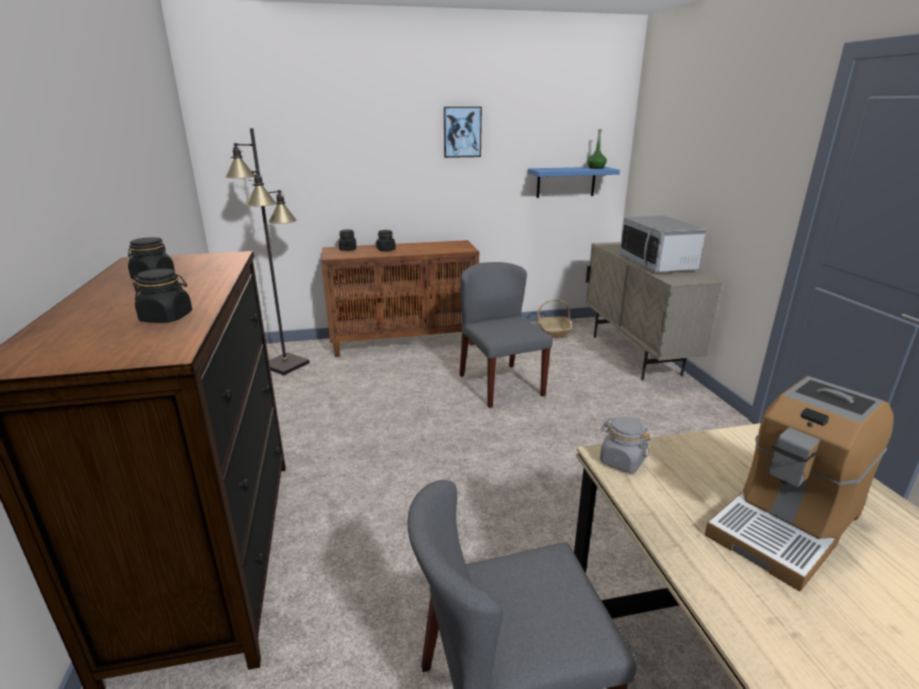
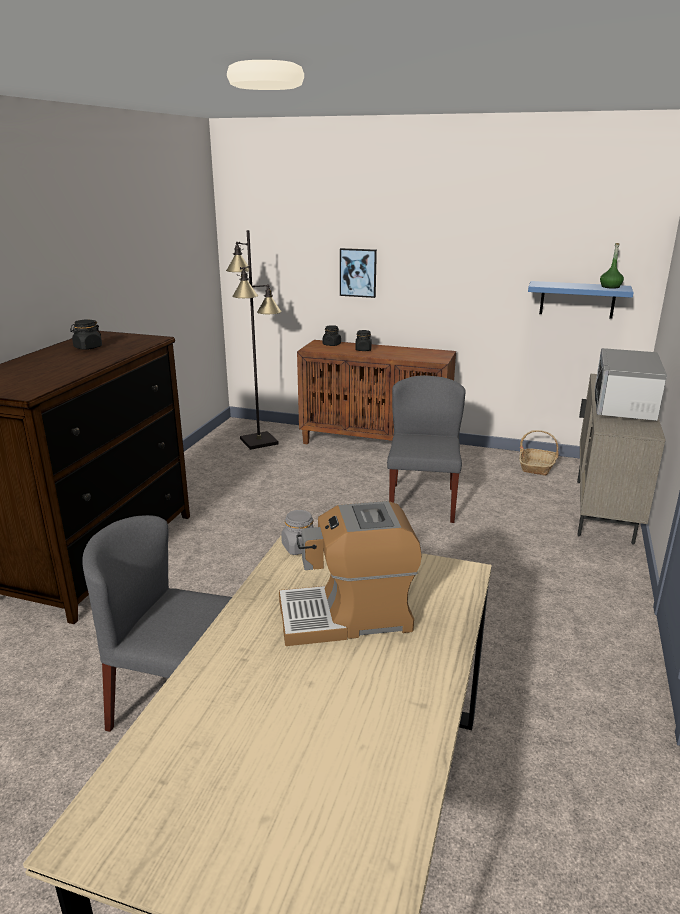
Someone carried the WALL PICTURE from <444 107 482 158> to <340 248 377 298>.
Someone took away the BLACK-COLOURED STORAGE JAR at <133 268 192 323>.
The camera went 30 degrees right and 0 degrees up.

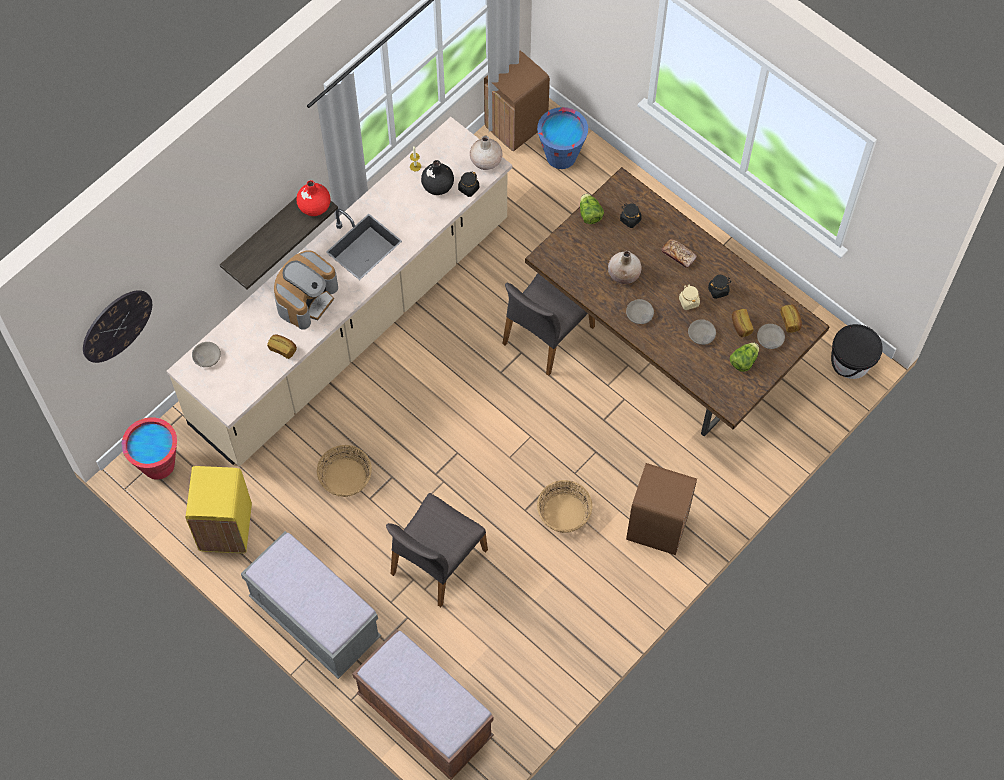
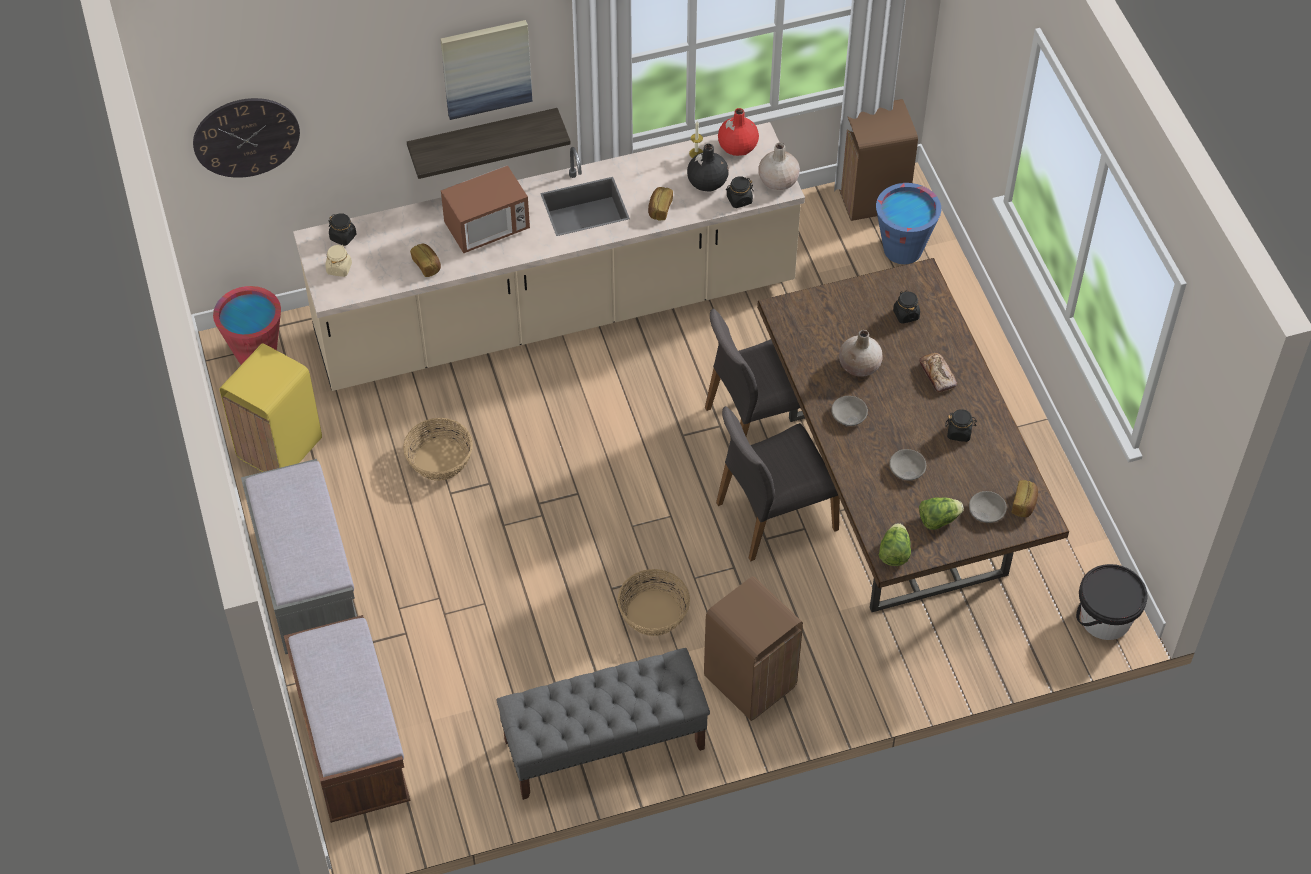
Someone carried the RED FLOWER VASE from <296 180 331 216> to <718 108 759 156>.
Someone carried the LETTUCE HEAD from <580 194 604 224> to <879 523 911 566>.
Someone swapped the COFFEE MAKER at <274 250 338 329> for the MICROWAVE OVEN at <441 165 530 253>.
Someone carried the BEIGE STORAGE JAR from <679 284 700 310> to <325 244 352 277>.
Someone carried the BAKERY BREAD from <732 309 754 337> to <648 187 673 221>.
Someone swapped the GREY SERVING BOWL at <192 342 221 367> for the BLACK-COLOURED STORAGE JAR at <329 213 356 246>.
Someone carried the GREY UPRIGHT CHAIR from <386 493 488 607> to <716 406 840 561>.
Someone put up the WALL PICTURE at <440 20 532 120>.
Someone put down the GREY BENCH at <496 648 710 800>.
The camera went 30 degrees right and 10 degrees down.

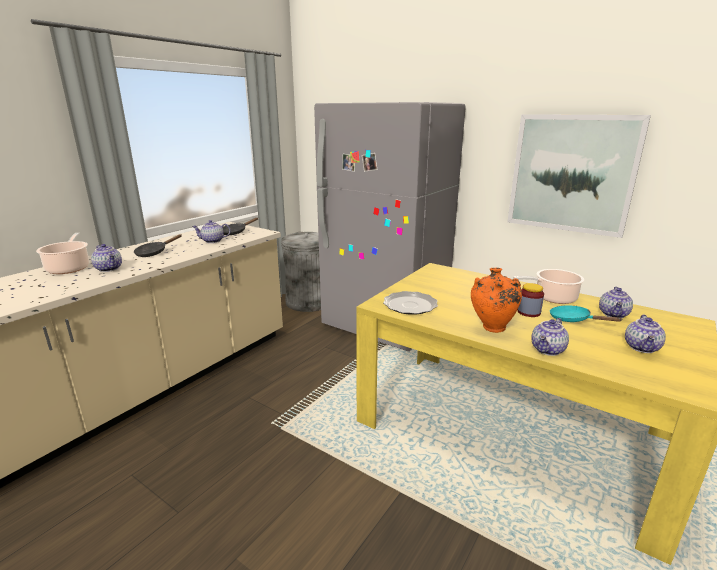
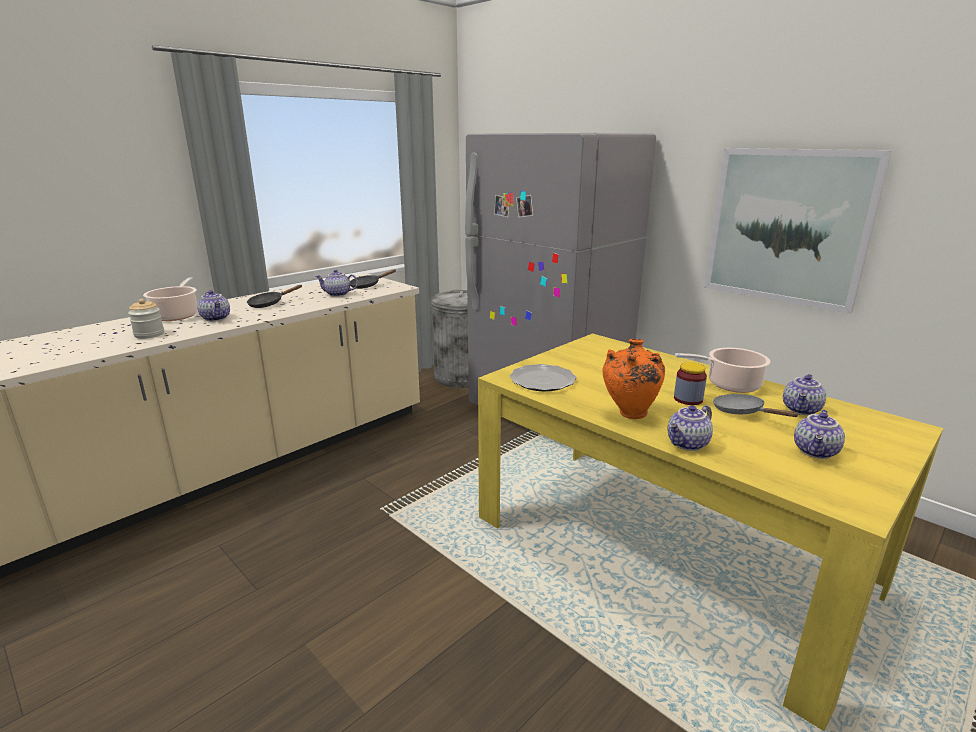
Someone repainted the TURQUOISE-COLOURED SKILLET at <550 305 623 322>, which became the GREY SKILLET at <713 394 798 417>.
Someone put down the STORAGE JAR at <128 299 164 339>.
The camera went 10 degrees right and 0 degrees up.

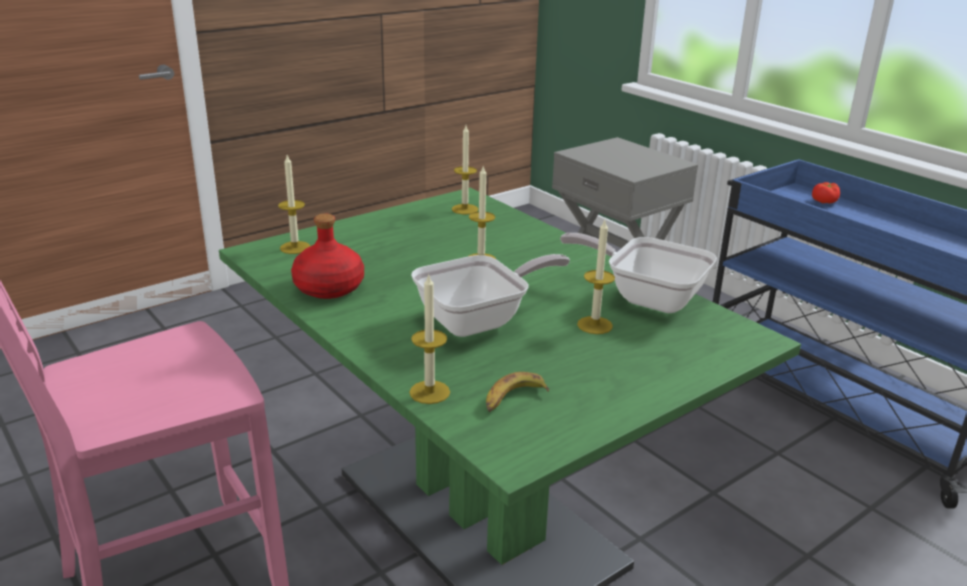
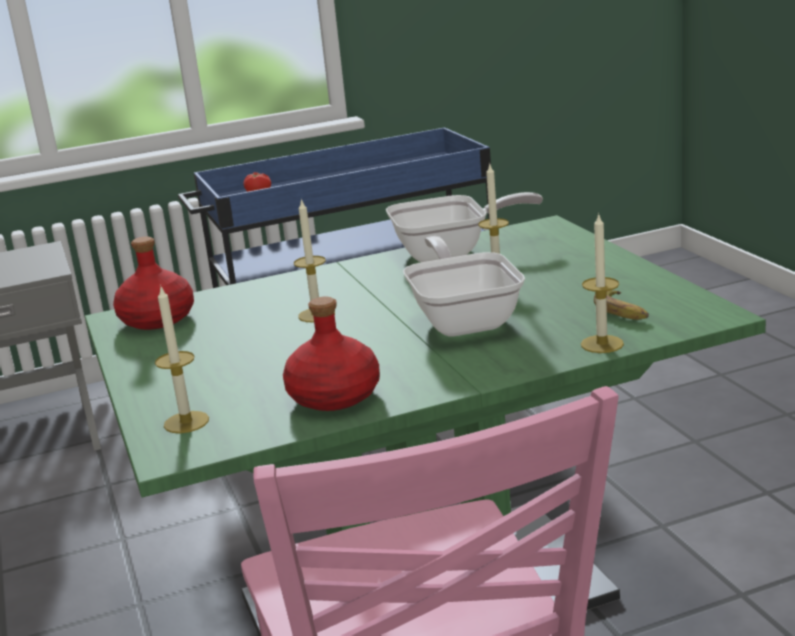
Someone swapped the CANDLE at <452 125 478 214> for the RED BEVERAGE BOTTLE at <113 237 194 330>.
Someone rotated the SKILLET at <560 233 717 313> by 150 degrees counterclockwise.
The camera went 70 degrees left and 5 degrees down.

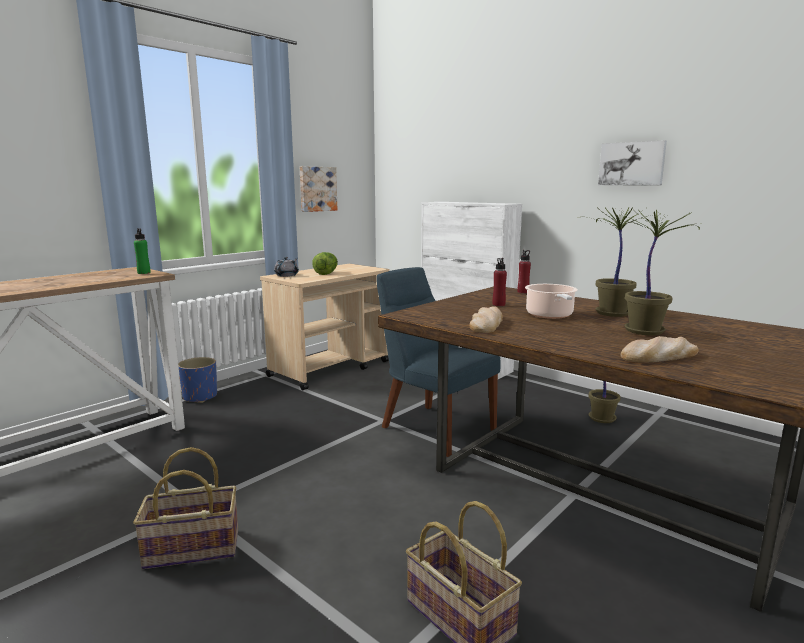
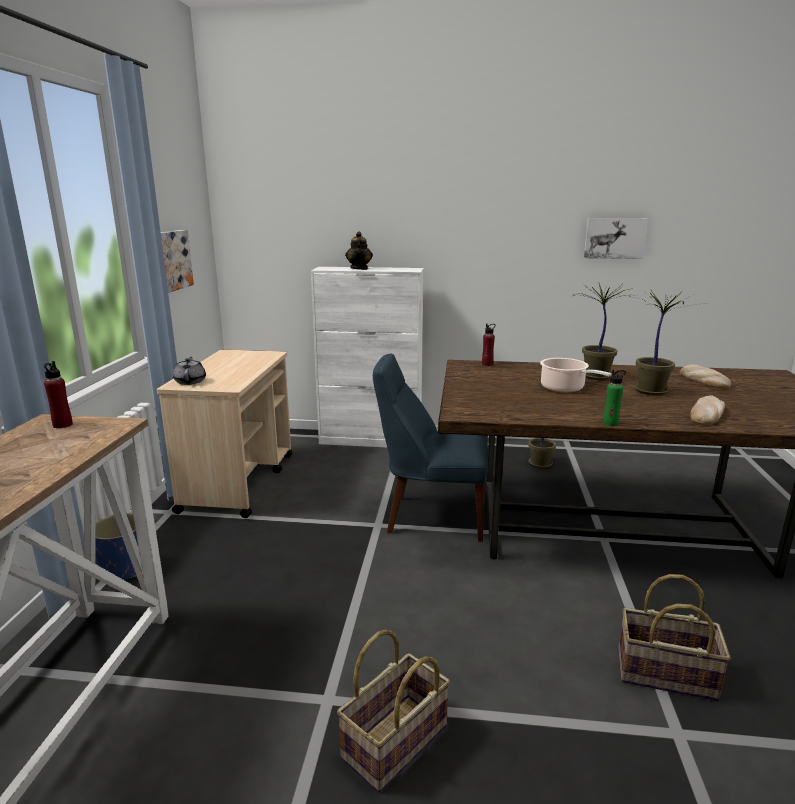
Someone carried the WALL PICTURE from <598 140 667 185> to <584 218 648 259>.
Someone carried the GREENISH BEVERAGE BOTTLE from <134 228 151 274> to <603 370 626 426>.
Someone took away the LETTUCE HEAD at <312 252 338 275>.
Someone carried the RED BEVERAGE BOTTLE from <492 258 507 306> to <44 361 73 428>.
Someone carried the BAKERY BREAD from <469 306 503 333> to <680 364 731 389>.
Someone put down the TEAPOT at <345 231 373 270>.
The camera went 35 degrees left and 5 degrees up.

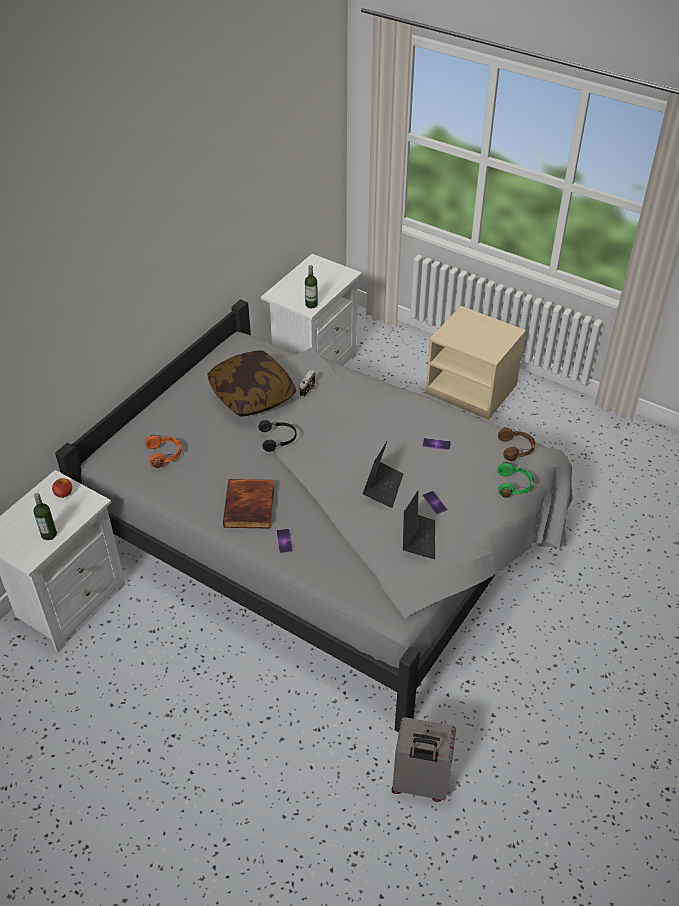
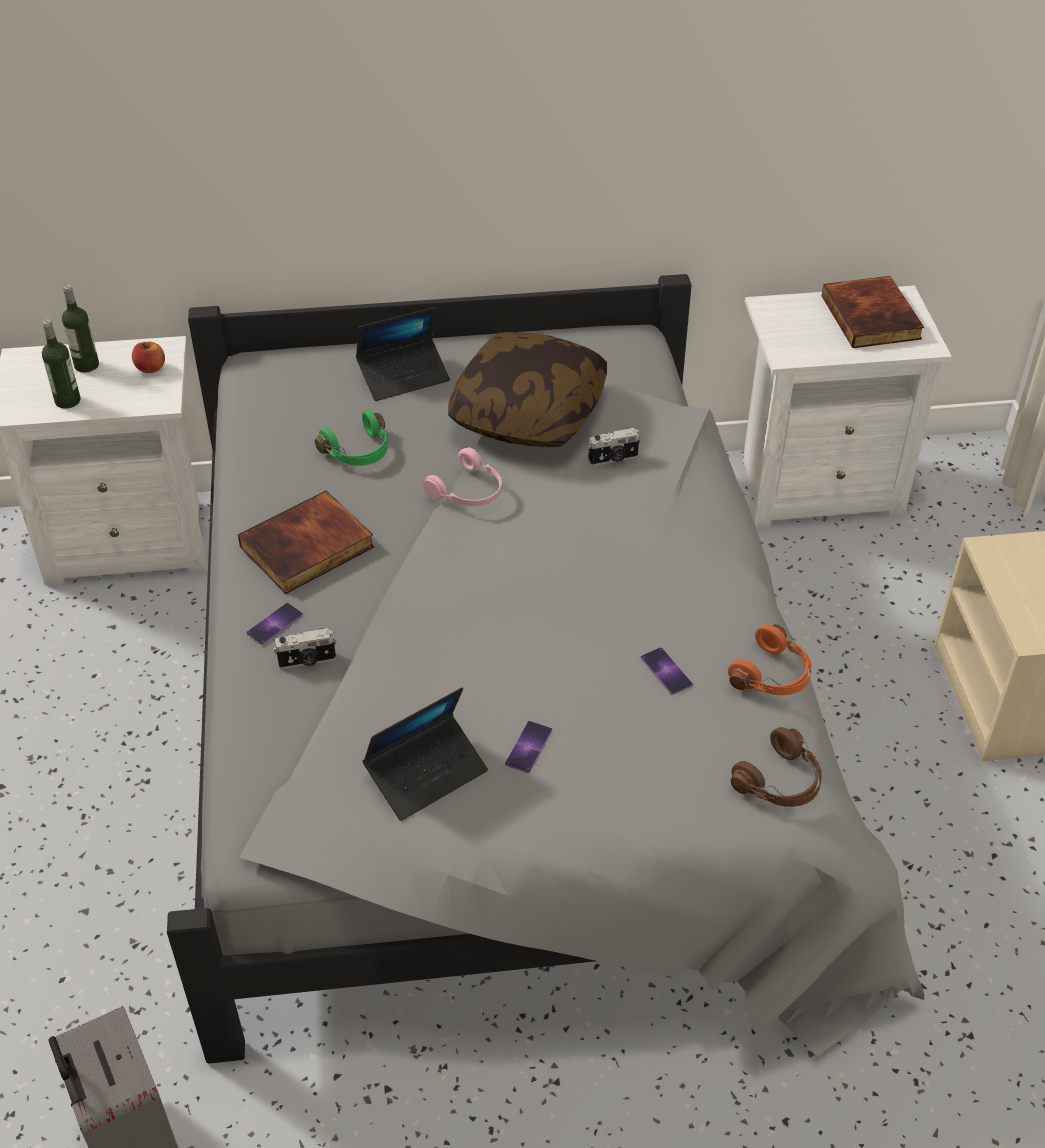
Someone carried the BEVERAGE BOTTLE from <305 265 318 308> to <62 284 99 373>.
Someone repainted the BLACK-COLOURED HEADSET at <258 420 296 452>, which became the PINK-COLOURED HEADSET at <423 447 502 506>.
Someone carried the ORANGEY HEADSET from <145 435 182 468> to <728 624 812 695>.
Someone carried the PORTABLE COMPUTER from <363 442 404 508> to <356 307 450 401>.
Someone carried the GREENISH HEADSET from <497 462 534 498> to <315 410 389 466>.
Someone put down the BOUND BOOK at <822 276 924 348>.
Someone put down the STILL CAMERA at <273 628 336 669>.
The camera went 50 degrees right and 0 degrees up.

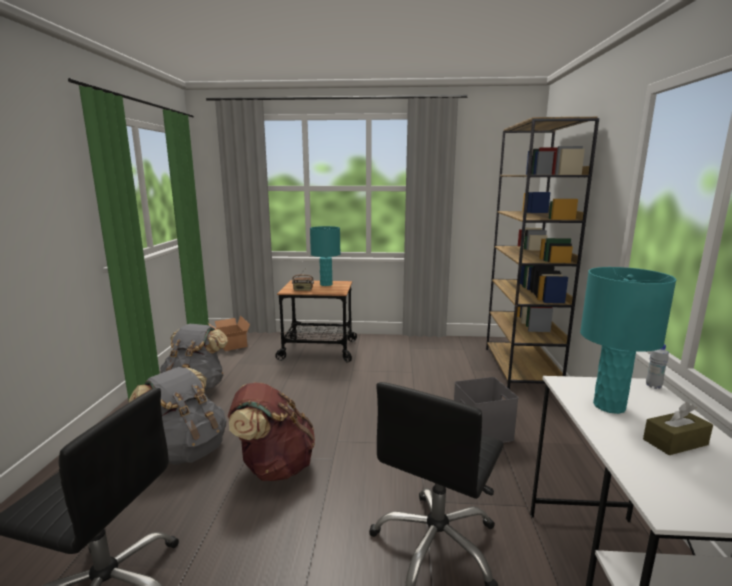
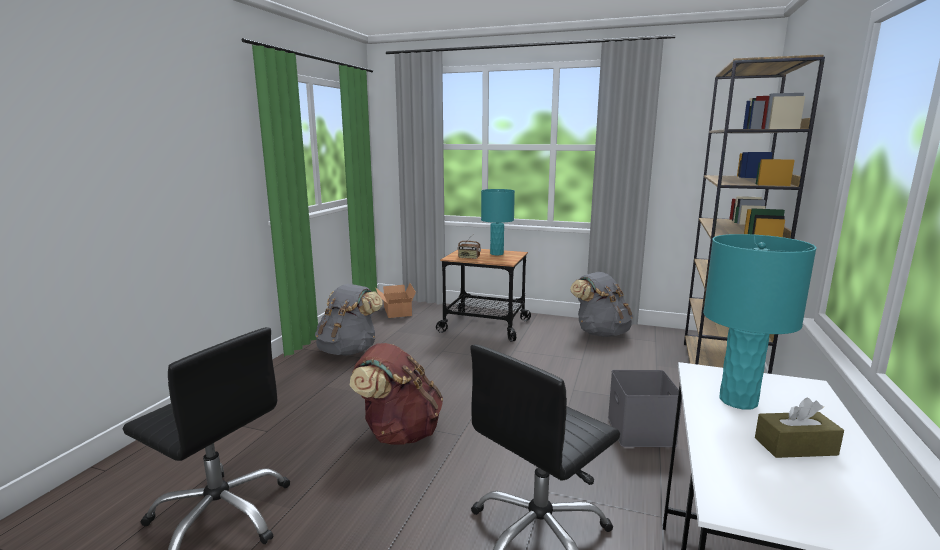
Someone took away the WHITE BEVERAGE BOTTLE at <646 344 669 389>.
Someone carried the GREY KNAPSACK from <129 367 226 465> to <570 272 633 337>.
The camera went 15 degrees right and 0 degrees up.

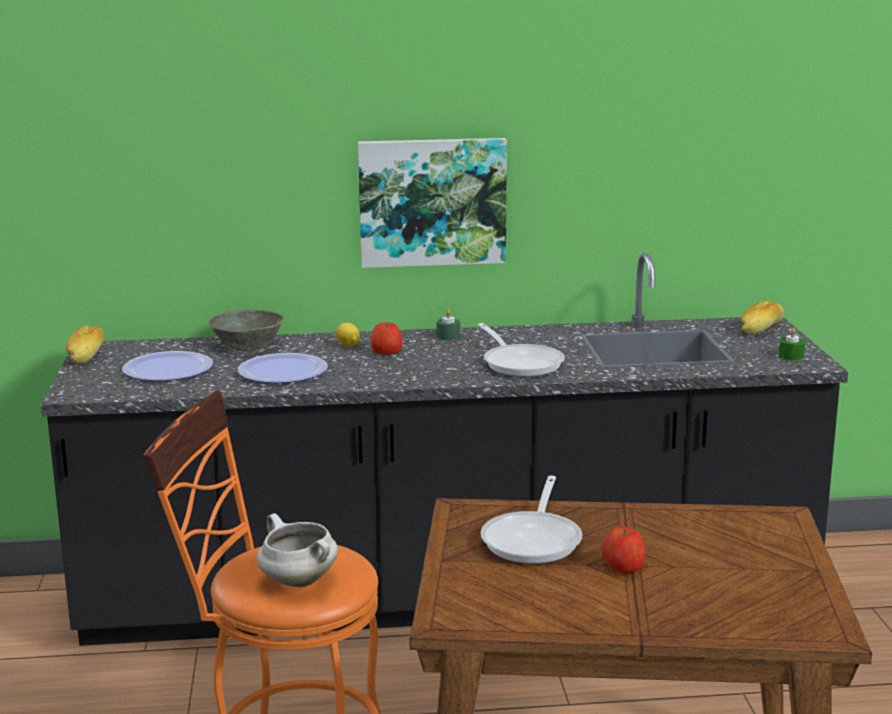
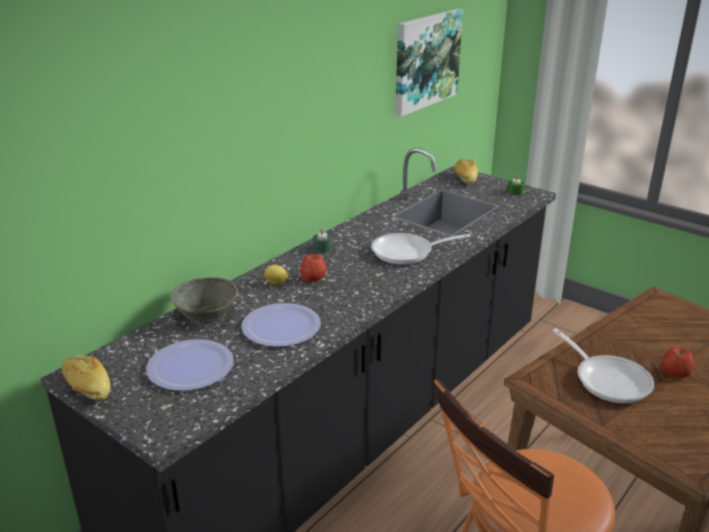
Someone carried the WALL PICTURE from <358 138 507 268> to <395 9 463 117>.
Someone rotated the SKILLET at <478 323 565 377> by 150 degrees clockwise.
Someone took away the WHITE STOCKPOT at <257 513 338 587>.
The camera went 45 degrees left and 10 degrees up.

